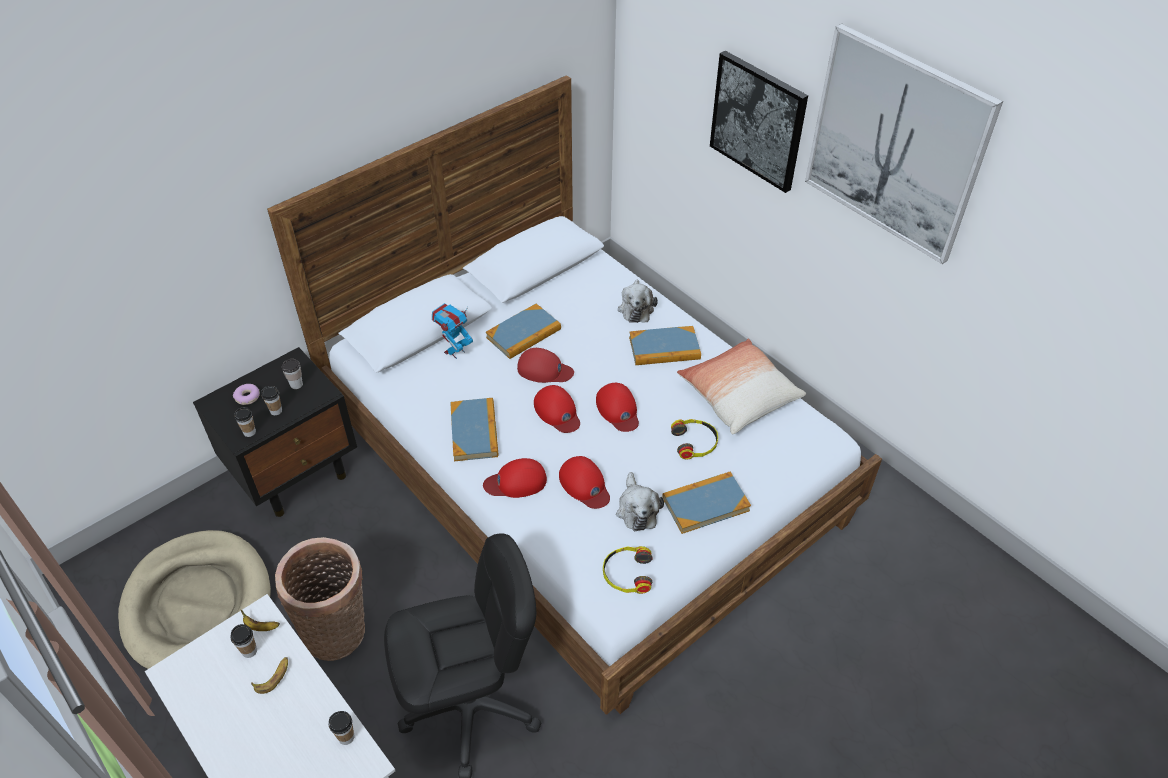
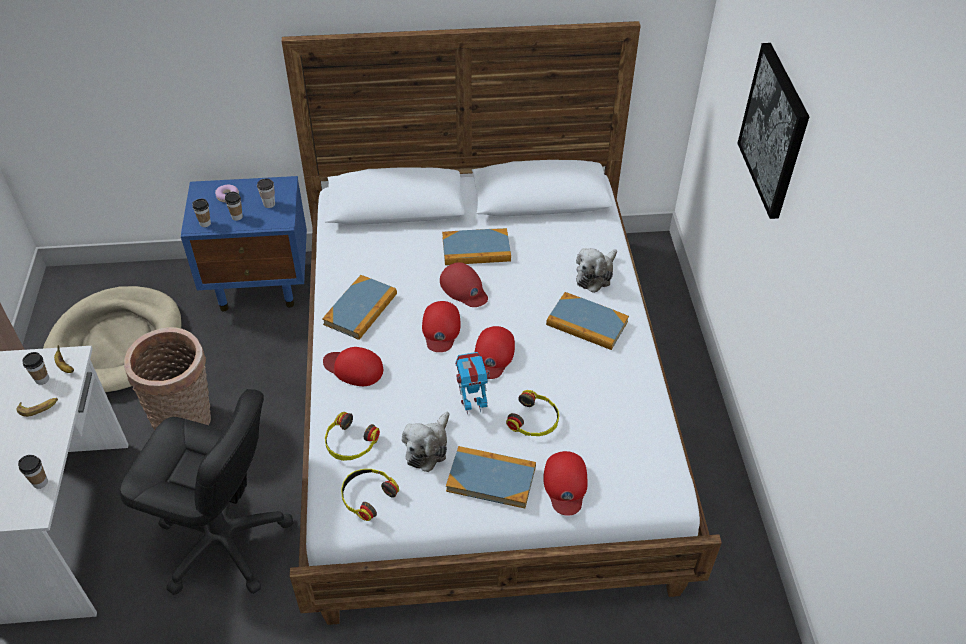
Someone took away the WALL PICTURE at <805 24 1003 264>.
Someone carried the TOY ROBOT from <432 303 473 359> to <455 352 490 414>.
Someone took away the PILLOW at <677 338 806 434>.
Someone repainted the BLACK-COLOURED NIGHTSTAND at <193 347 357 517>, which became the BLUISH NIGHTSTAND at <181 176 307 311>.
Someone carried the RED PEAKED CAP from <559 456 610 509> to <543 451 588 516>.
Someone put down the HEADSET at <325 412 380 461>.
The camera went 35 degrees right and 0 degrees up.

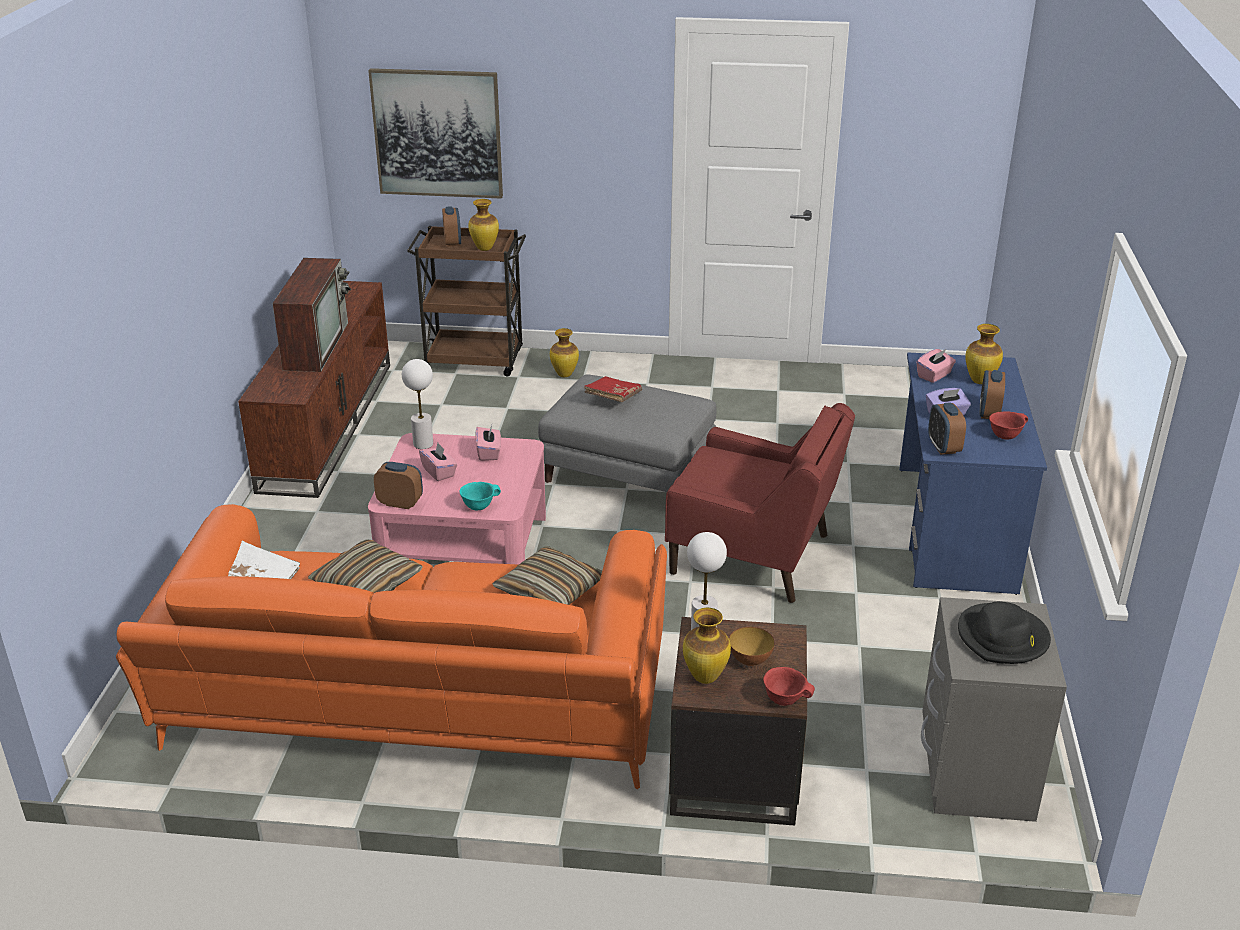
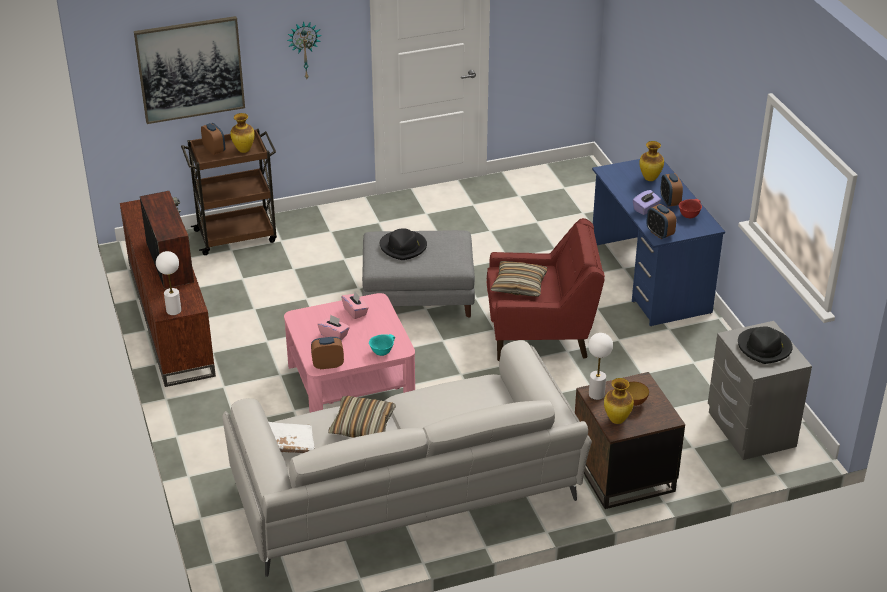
Someone took away the FLOWER VASE at <550 328 579 377>.
Someone took away the PINK-COLOURED TISSUE BOX at <917 349 956 383>.
Someone carried the WHITE TABLETOP LAMP from <402 359 433 449> to <156 251 181 315>.
Someone swapped the RED BOUND BOOK at <584 376 642 402> for the BLACK-COLOURED WEARABLE HAT at <380 228 427 260>.
Someone repainted the ORANGEY COUCH at <116 504 667 789>, which became the GREY COUCH at <222 340 592 577>.
Someone carried the PILLOW from <493 546 602 605> to <491 261 547 297>.
Someone took away the RED SERVING BOWL at <763 667 815 706>.
Someone put up the WALL CLOCK at <287 21 322 79>.
The camera went 25 degrees left and 5 degrees up.

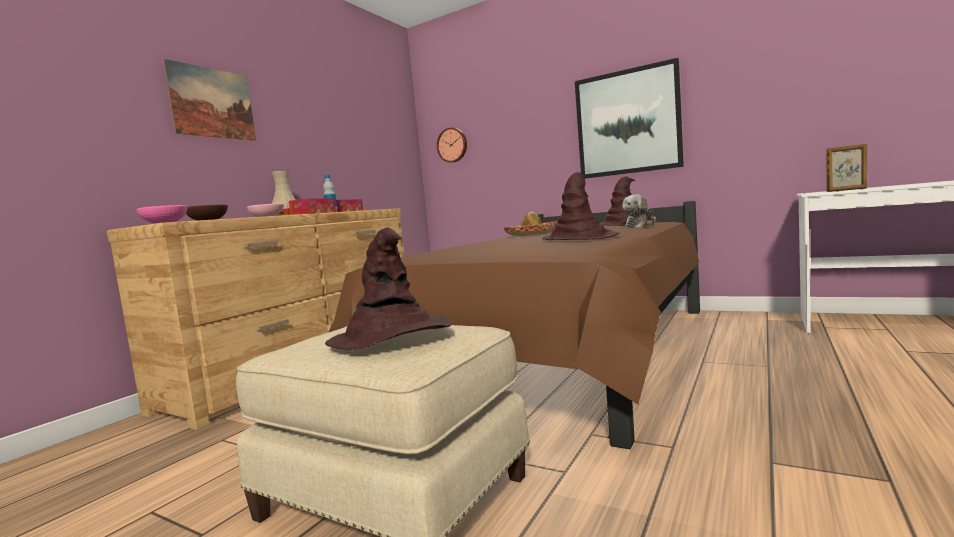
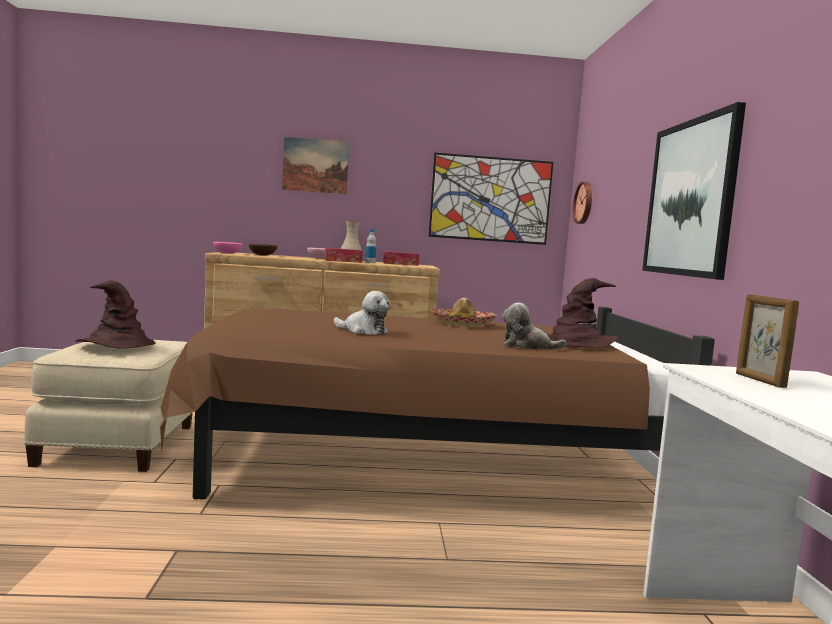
Someone swapped the BROWN WEARABLE HAT at <542 172 620 240> for the SOFT TOY at <334 291 391 335>.
Someone put up the WALL PICTURE at <428 153 553 245>.
The camera went 55 degrees right and 0 degrees up.

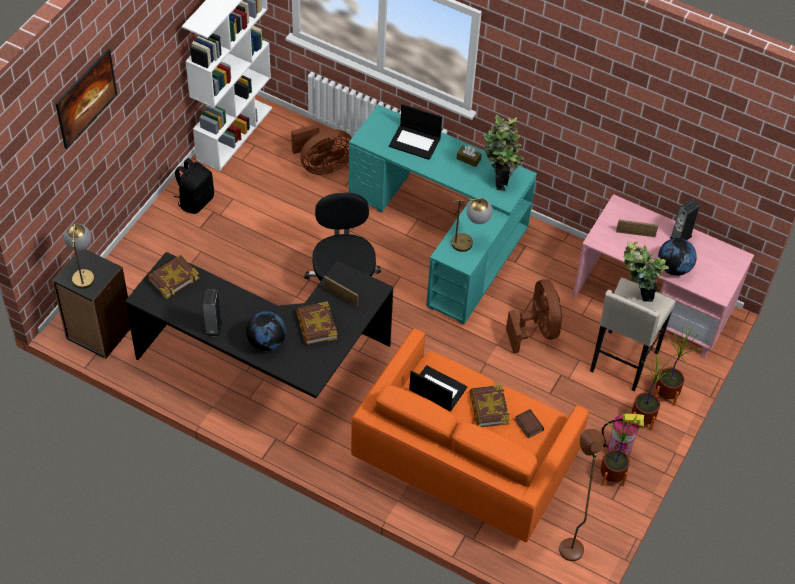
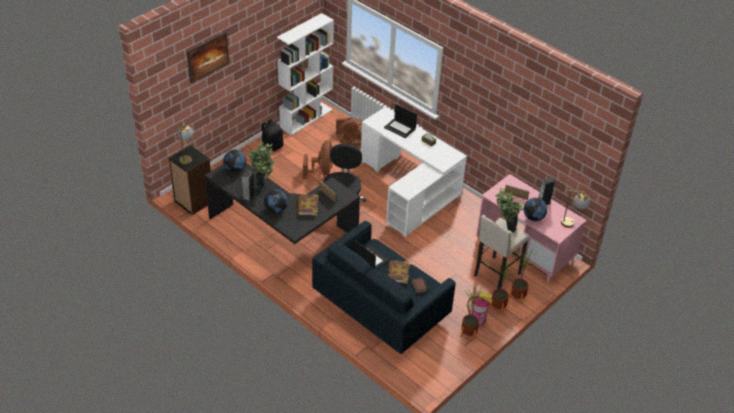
Someone repainted the TURQUOISE-COLOURED DESK TABLE at <349 105 537 325>, which became the WHITE DESK TABLE at <361 107 467 237>.
Someone carried the HOUSEPLANT from <483 115 524 191> to <249 140 275 191>.
Someone carried the TABLETOP LAMP from <452 198 493 252> to <561 190 591 228>.
Someone swapped the BOUND BOOK at <147 255 200 299> for the WORLD GLOBE at <223 150 246 172>.
Someone carried the BROWN ELECTRIC FAN from <506 279 562 353> to <303 140 333 179>.
Someone repainted the ORANGEY COUCH at <351 328 589 543>, which became the BLUISH COUCH at <312 221 456 354>.
Someone took away the BROWN FLOOR LAMP at <559 429 605 561>.
The camera went 15 degrees right and 10 degrees down.

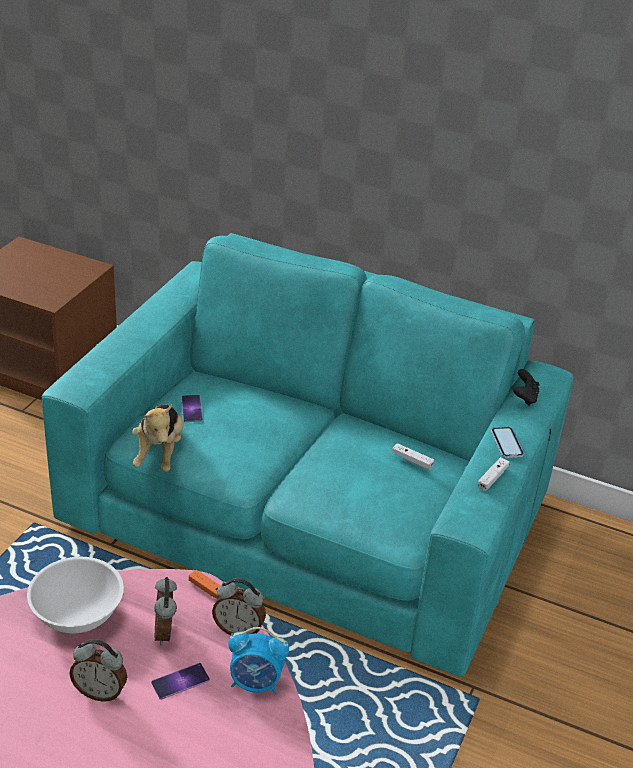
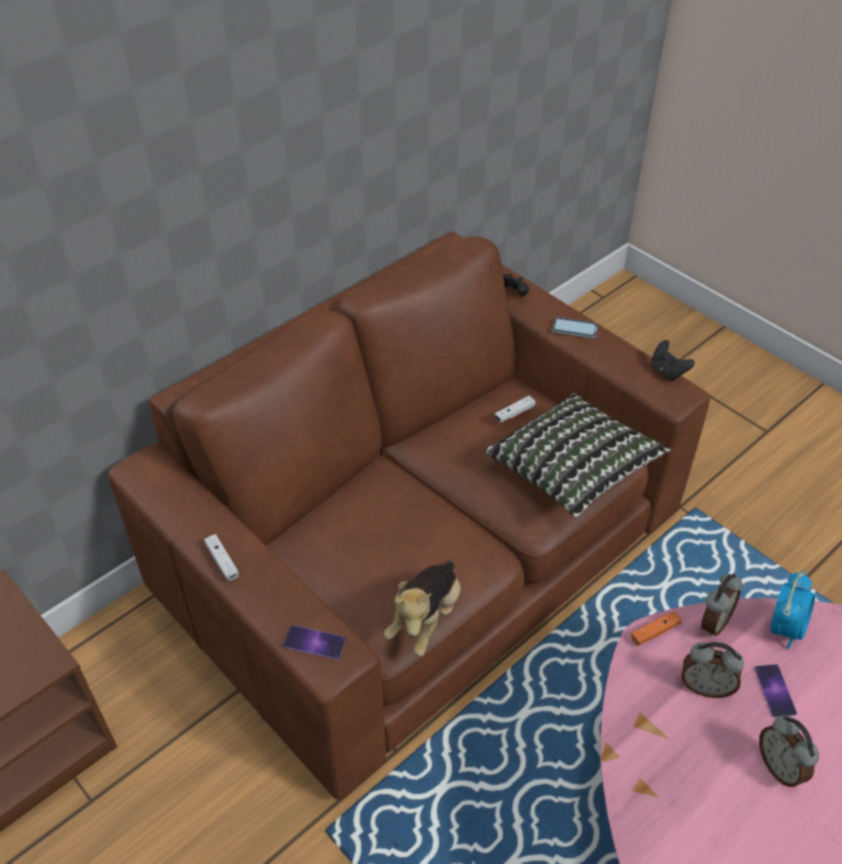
Someone repainted the TURQUOISE-COLOURED COUCH at <41 233 574 677>, which became the BROWN COUCH at <108 231 711 800>.
Someone carried the TELEPHONE from <181 395 203 422> to <283 625 346 660>.
Someone rotated the SOFT TOY at <132 404 183 472> by 90 degrees clockwise.
Someone carried the WHITE GAME CONTROLLER from <477 457 510 491> to <204 534 239 581>.
Someone took away the WHITE SERVING BOWL at <27 557 124 633>.
Someone rotated the BEDSIDE CLOCK at <69 639 127 702> by 120 degrees clockwise.
Someone put down the BLACK-COLOURED GAME CONTROLLER at <651 340 695 381>.
Someone put down the PILLOW at <485 393 671 517>.
The camera went 65 degrees left and 10 degrees up.

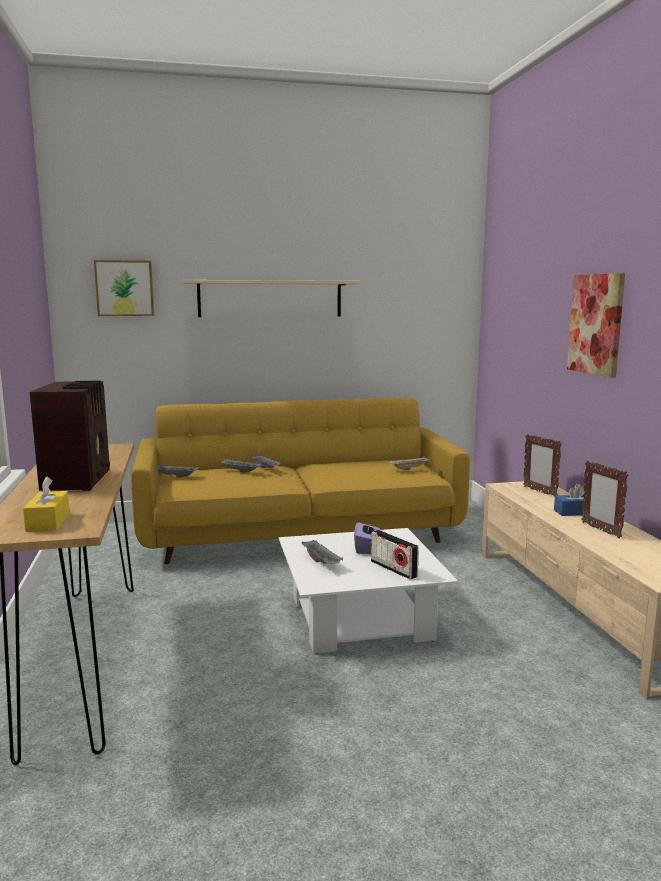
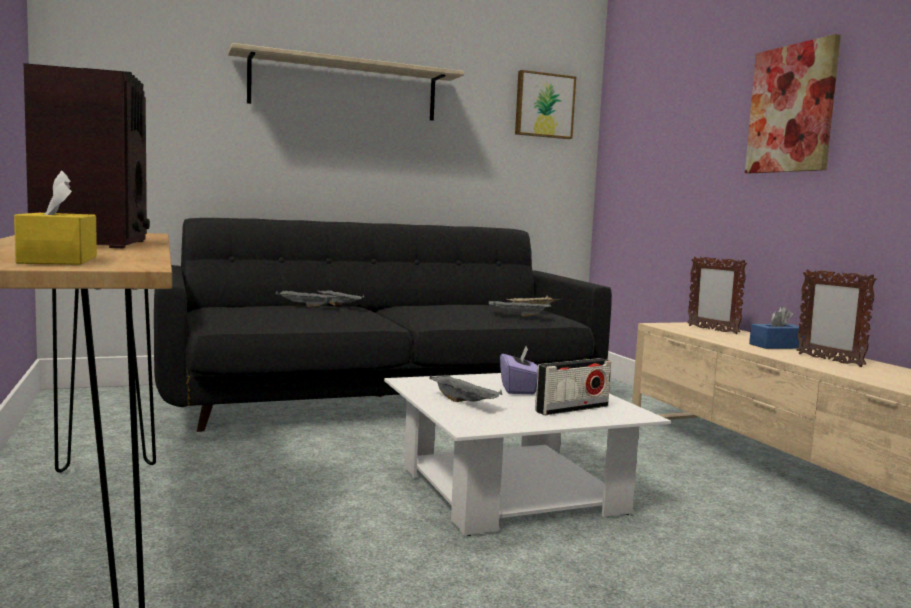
Someone carried the WALL PICTURE from <94 260 154 316> to <515 70 576 139>.
Someone repainted the YELLOWISH COUCH at <131 397 470 564>, which became the BLACK-COLOURED COUCH at <154 218 612 432>.
Someone carried the GREY CARRYING TRAY from <155 465 200 478> to <488 301 552 316>.
Someone rotated the RADIO SET at <371 530 419 579> by 75 degrees counterclockwise.
The camera went 10 degrees left and 5 degrees down.

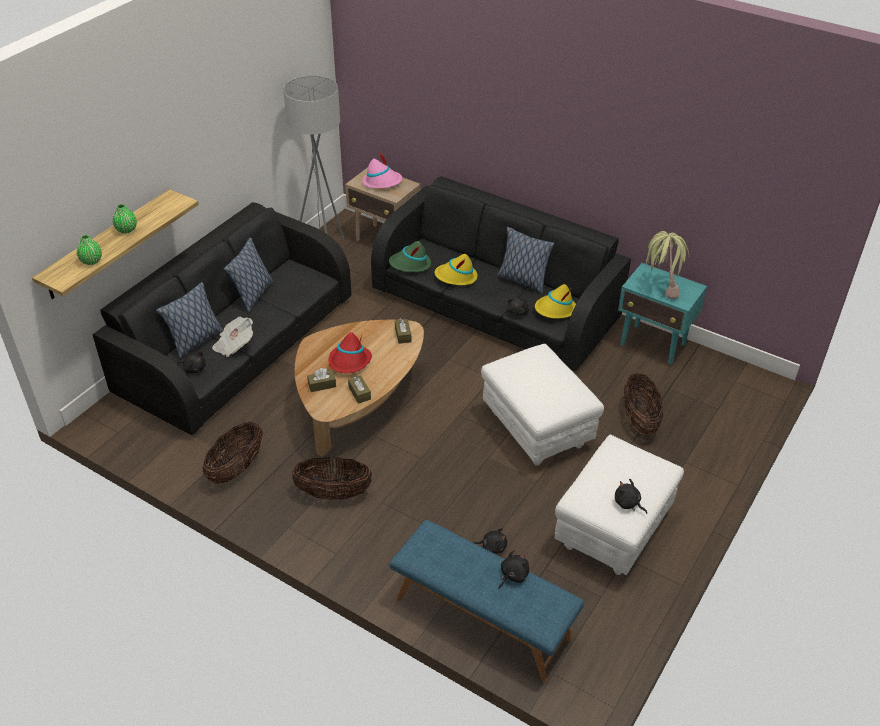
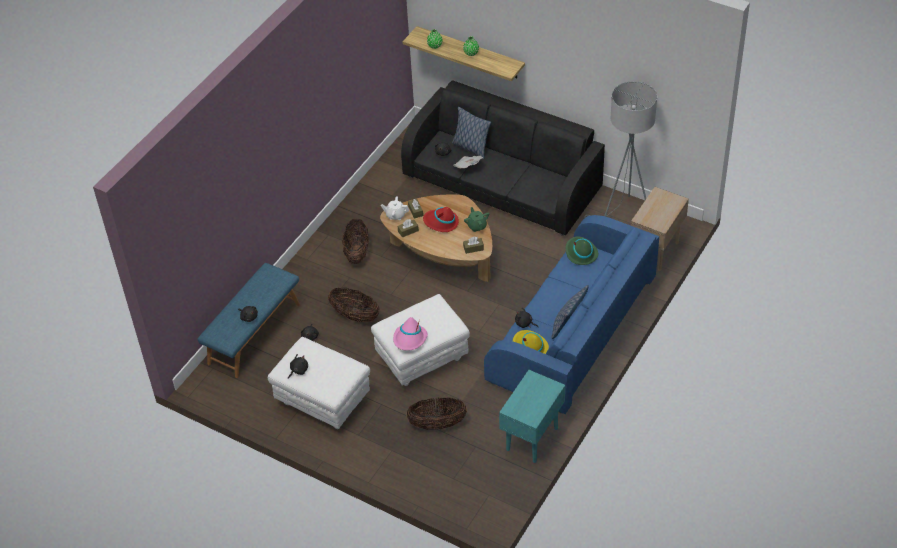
Someone carried the PINK-COLOURED WEARABLE HAT from <362 151 402 188> to <393 317 428 351>.
Someone repainted the BLACK-COLOURED COUCH at <371 176 631 372>, which became the BLUISH COUCH at <484 215 659 414>.
Someone took away the HOUSEPLANT at <645 231 690 299>.
Someone took away the PILLOW at <224 238 273 313>.
Someone took away the YELLOWISH WEARABLE HAT at <434 254 478 285>.
Someone carried the STORAGE BASKET from <203 422 263 484> to <328 288 380 322>.
Someone put down the WHITE TEAPOT at <381 196 409 220>.
Someone put down the GREENISH TEAPOT at <464 207 489 232>.
The camera went 90 degrees right and 5 degrees up.

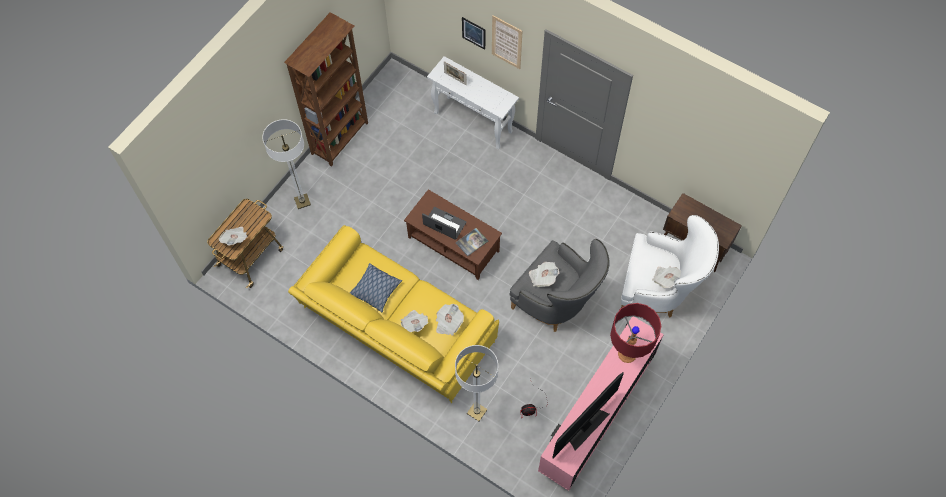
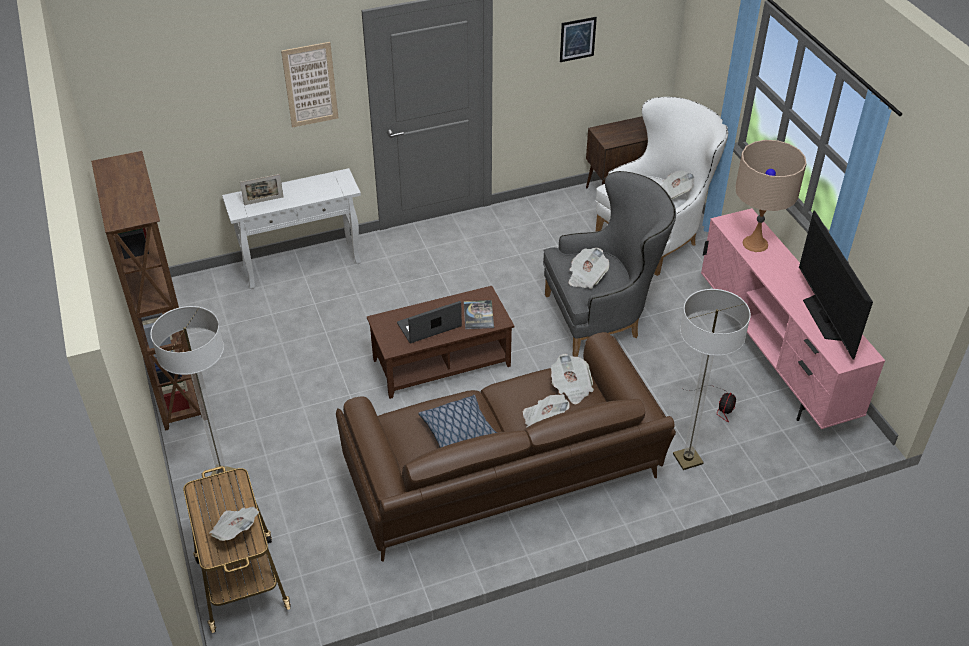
Someone carried the WALL PICTURE from <462 17 485 50> to <560 17 597 62>.
Someone repainted the YELLOWISH COUCH at <288 225 499 403>, which became the BROWN COUCH at <336 332 676 561>.
Someone repainted the RED TABLETOP LAMP at <610 303 661 363>, which became the BEIGE TABLETOP LAMP at <735 140 807 252>.
The camera went 55 degrees left and 20 degrees down.

